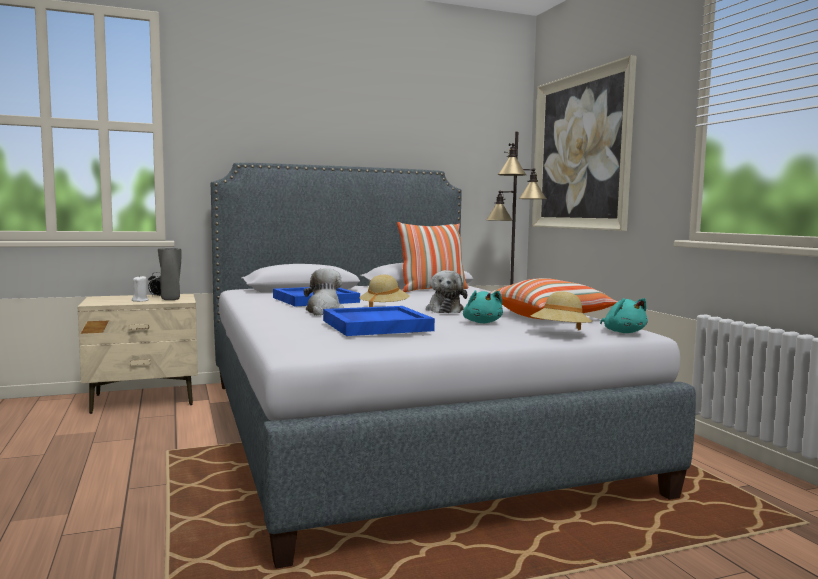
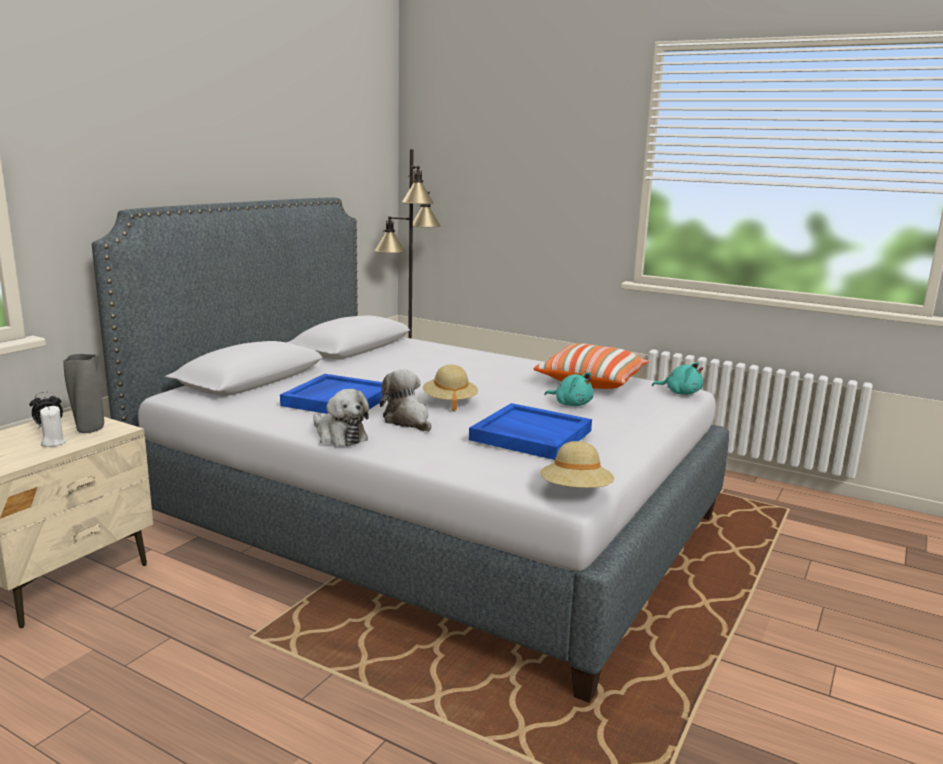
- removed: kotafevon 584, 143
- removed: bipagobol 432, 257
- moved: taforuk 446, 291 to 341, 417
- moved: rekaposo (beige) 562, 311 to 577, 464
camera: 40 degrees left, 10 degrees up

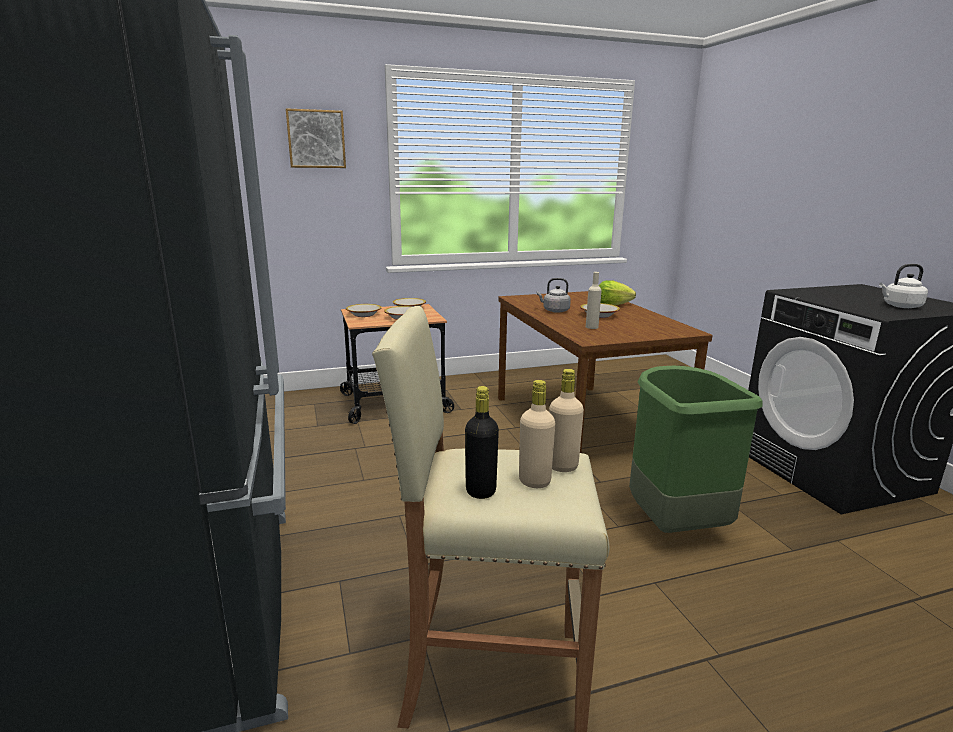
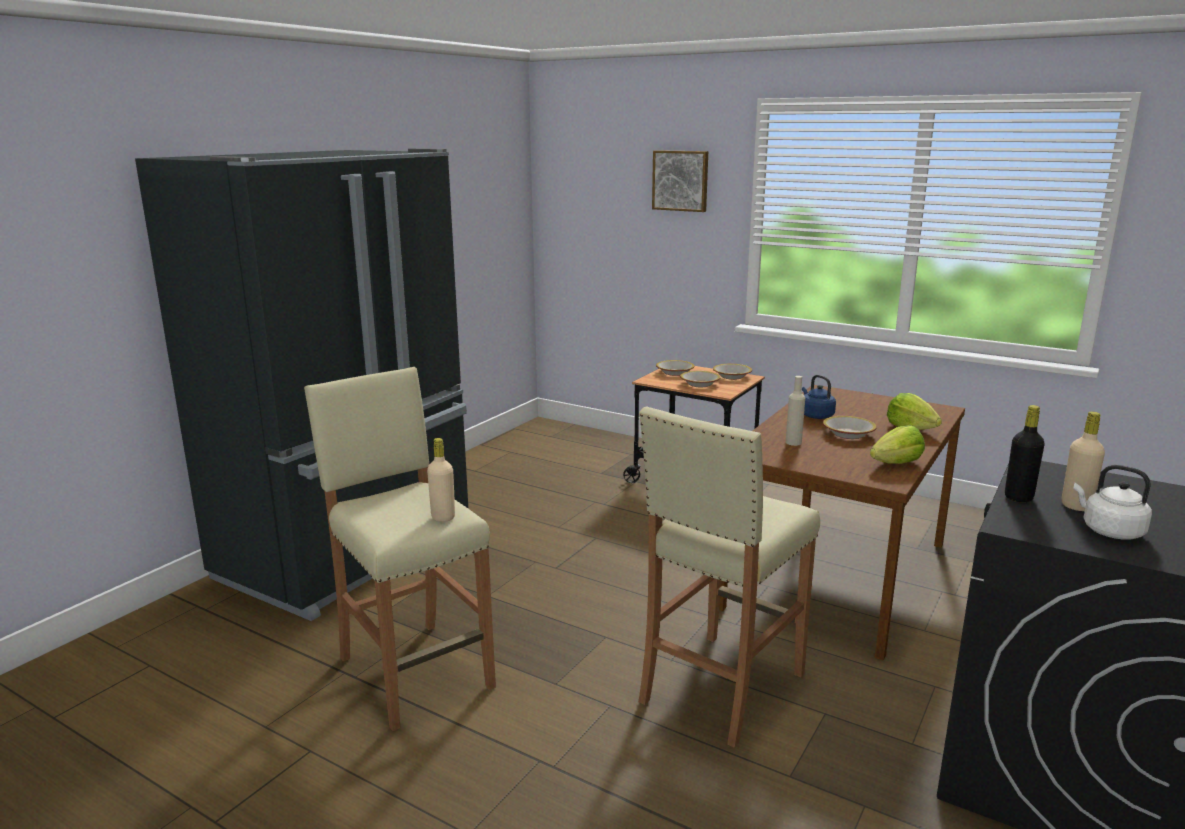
- recoloured: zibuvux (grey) 554, 295 to zibuvux (blue) 819, 397
- replaced: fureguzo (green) 696, 449 to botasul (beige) 729, 577
- moved: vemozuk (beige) 537, 434 to 1083, 461
- moved: vemozuk (black) 482, 442 to 1025, 453
- added: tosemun 897, 444
camera: 50 degrees right, 0 degrees up

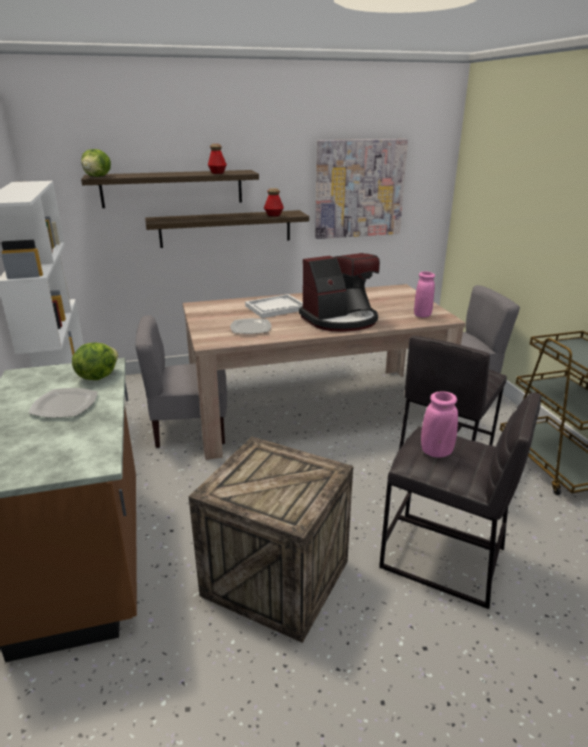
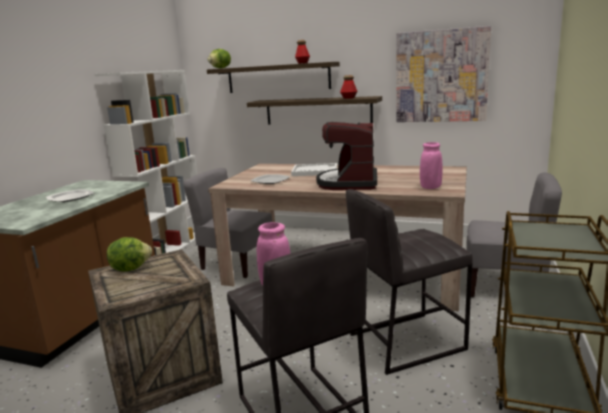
- turned: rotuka 339, 292 = 346, 156 90 degrees clockwise
- moved: tosemun 95, 361 to 129, 254
camera: 35 degrees right, 10 degrees down

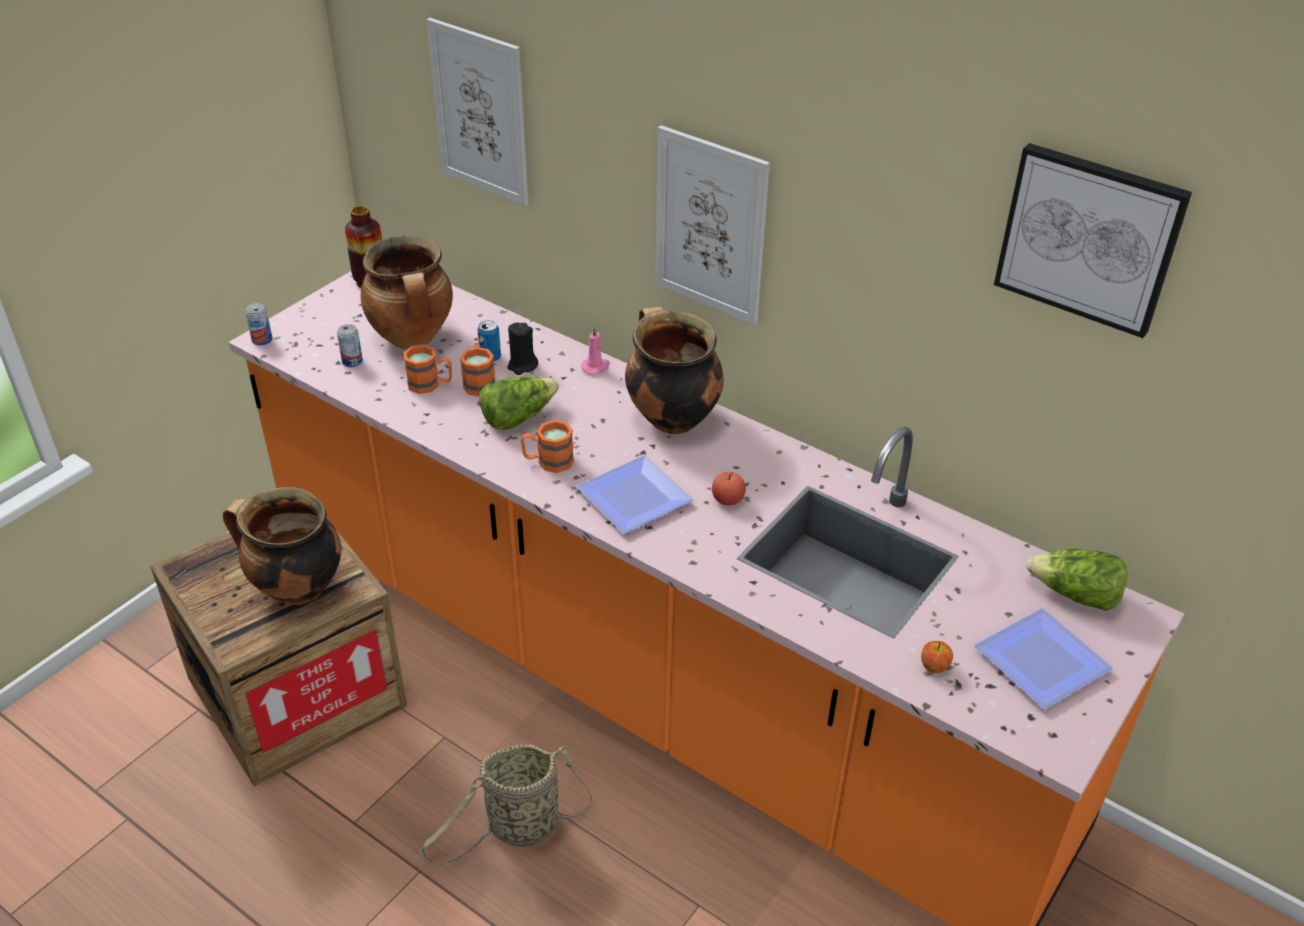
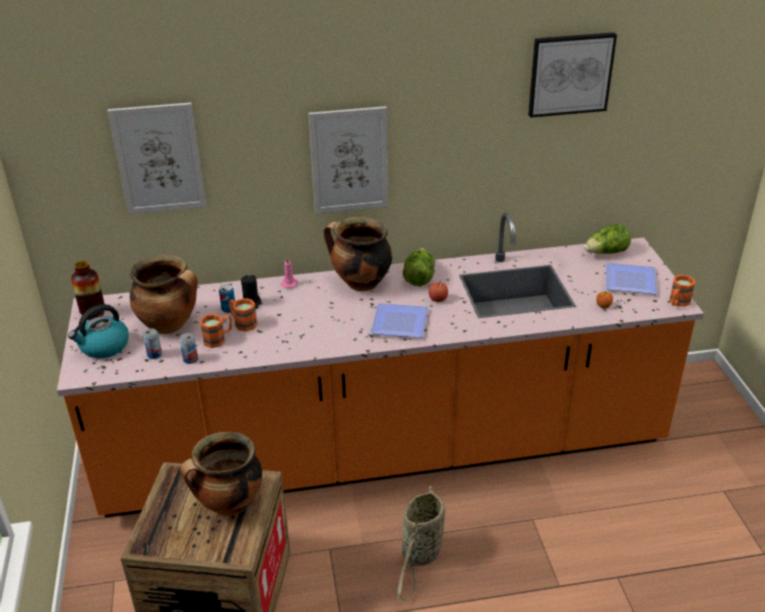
- moved: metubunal 258, 324 to 188, 348
- moved: tosemun 519, 403 to 418, 267
- moved: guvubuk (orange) 547, 446 to 682, 290
- added: zibuvux 98, 331
camera: 45 degrees left, 5 degrees down

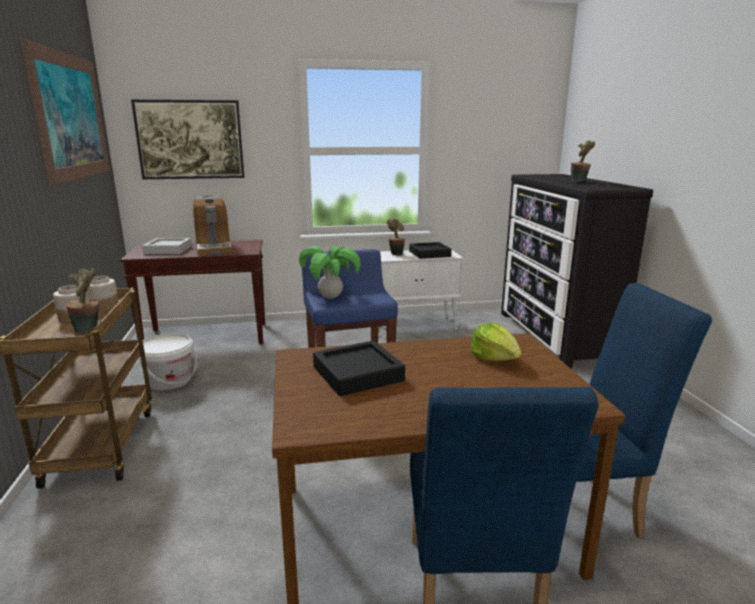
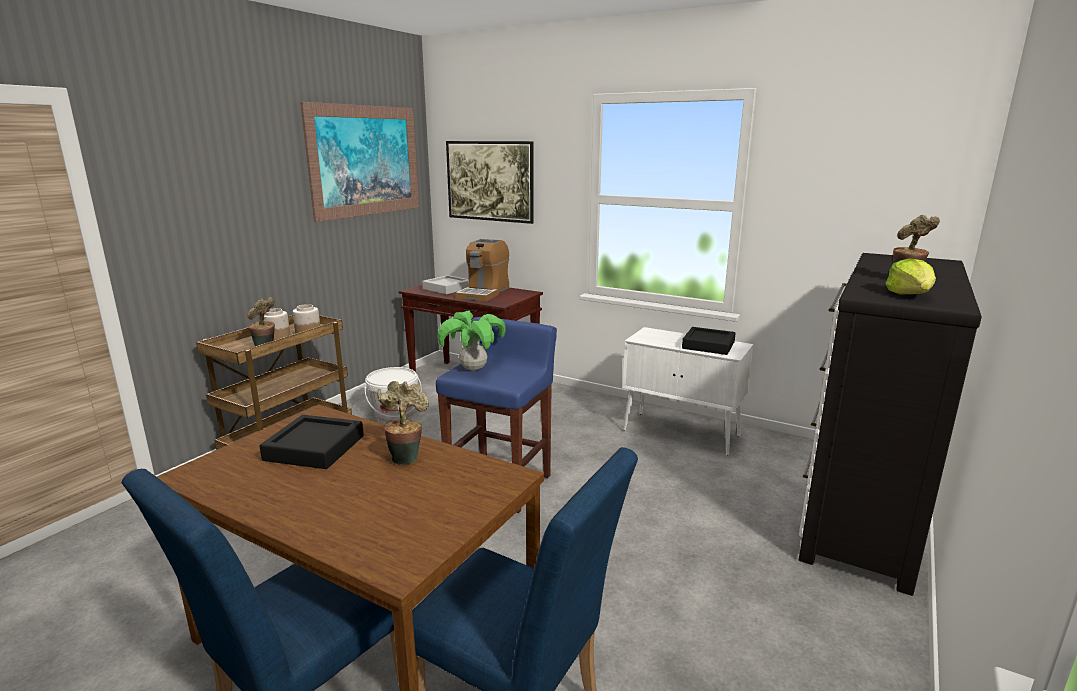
- moved: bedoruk 396, 237 to 403, 423
- moved: tosemun 496, 342 to 911, 276
camera: 40 degrees right, 0 degrees up

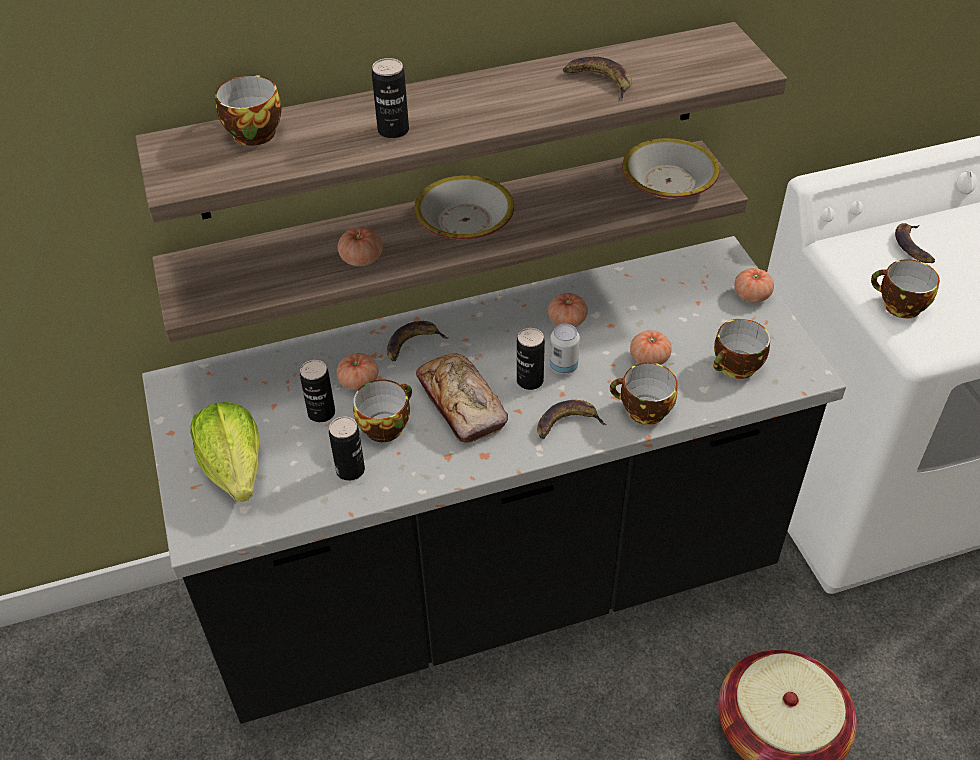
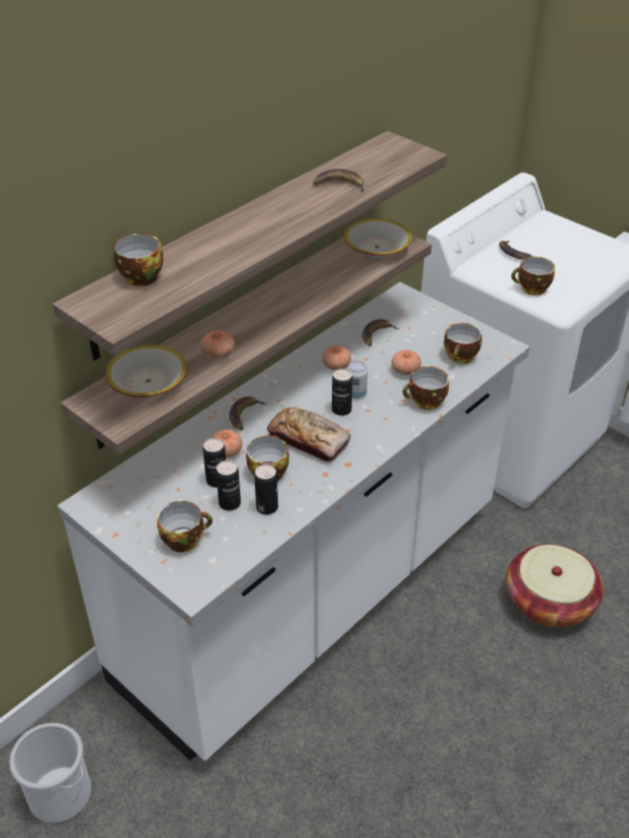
- moved: metubunal 390, 98 to 228, 485
- moved: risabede 464, 207 to 146, 371
- recoloured: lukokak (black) 494, 480 to lukokak (white) 293, 521
- removed: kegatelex 754, 285
- moved: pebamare 572, 419 to 380, 332
- replaced: tosemun 224, 452 to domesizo 185, 526
- added: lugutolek 50, 773
camera: 30 degrees left, 5 degrees down

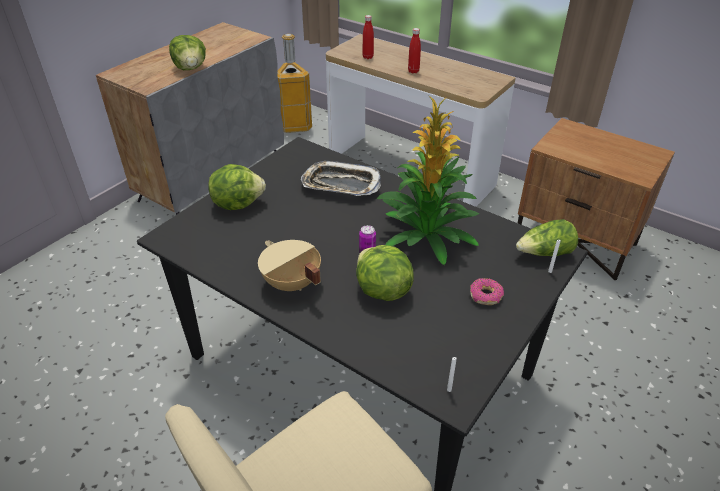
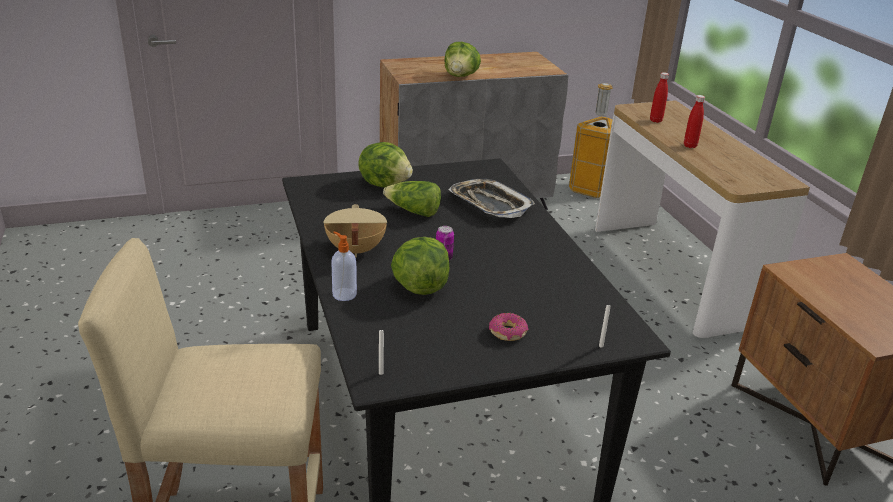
- removed: bedoruk 428, 180
- moved: tosemun 547, 237 to 412, 199
- added: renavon 344, 266
camera: 35 degrees right, 10 degrees down

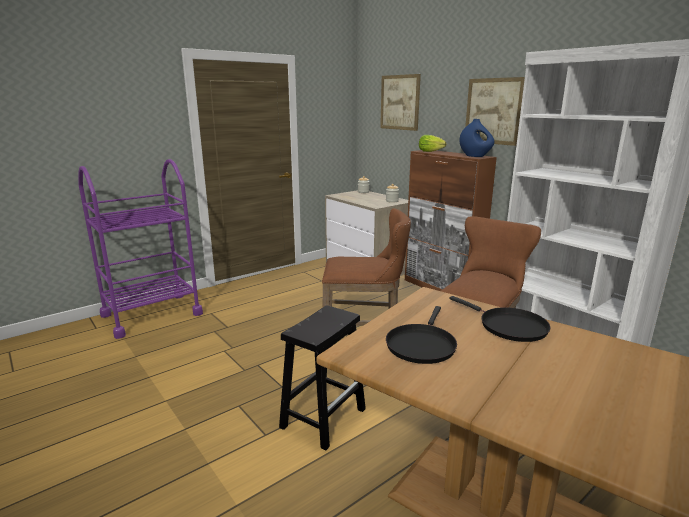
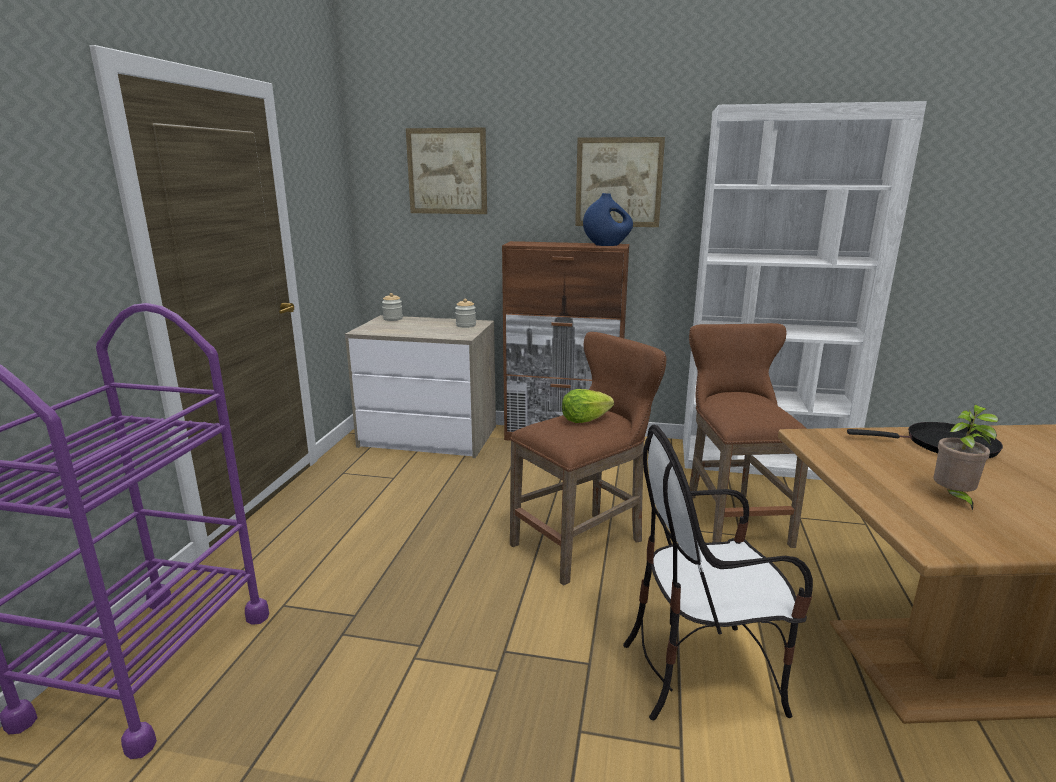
- moved: tosemun 432, 143 to 588, 406
- replaced: botasul (black) 322, 378 to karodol 718, 572
- replaced: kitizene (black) 421, 335 to bedoruk 966, 458
camera: 40 degrees left, 0 degrees up

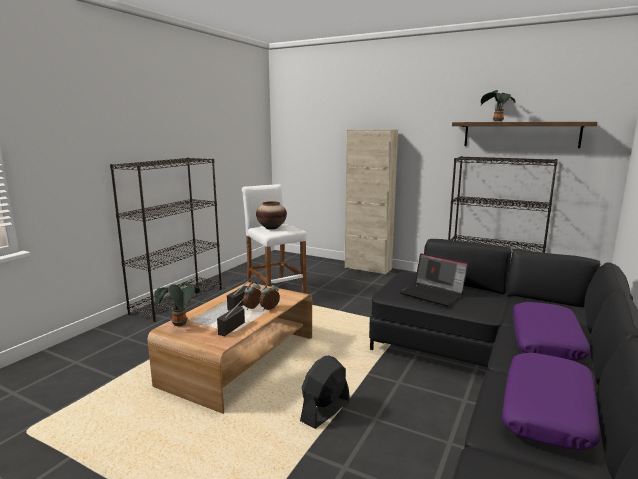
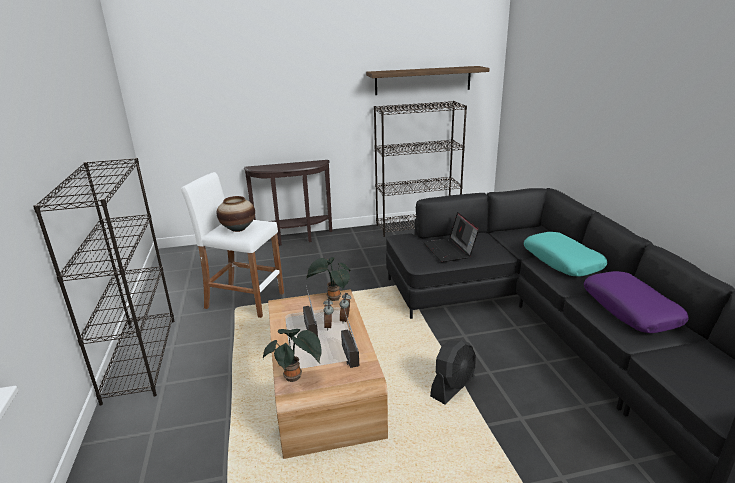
- moved: bedoruk 498, 106 to 329, 279
- replaced: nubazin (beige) 371, 202 to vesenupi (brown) 287, 203
- turned: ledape 434, 279 = 451, 237 75 degrees clockwise
- recoloured: bipagobol (purple) 552, 331 to bipagobol (turquoise) 565, 254
- turned: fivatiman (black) 325, 392 = 453, 372 135 degrees counterclockwise
camera: 40 degrees left, 10 degrees up

